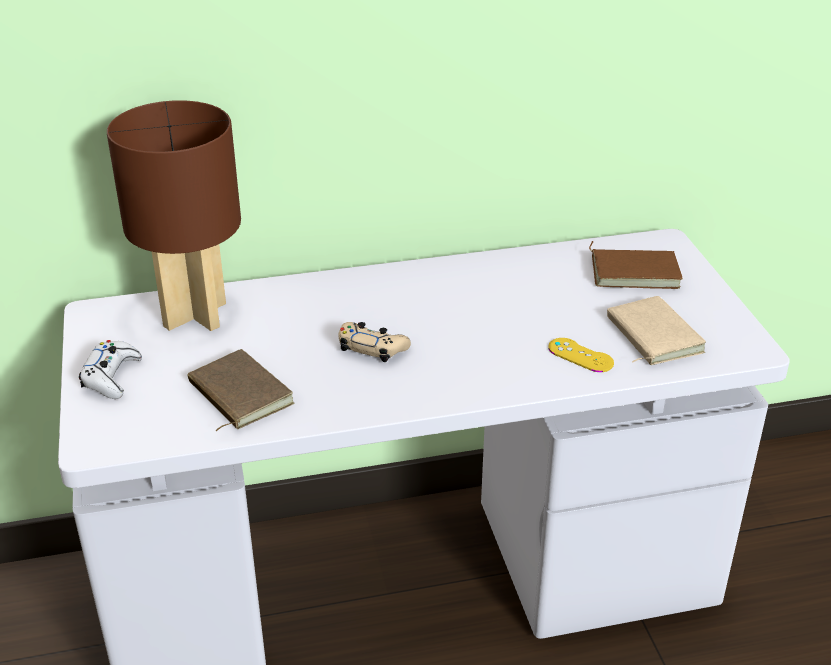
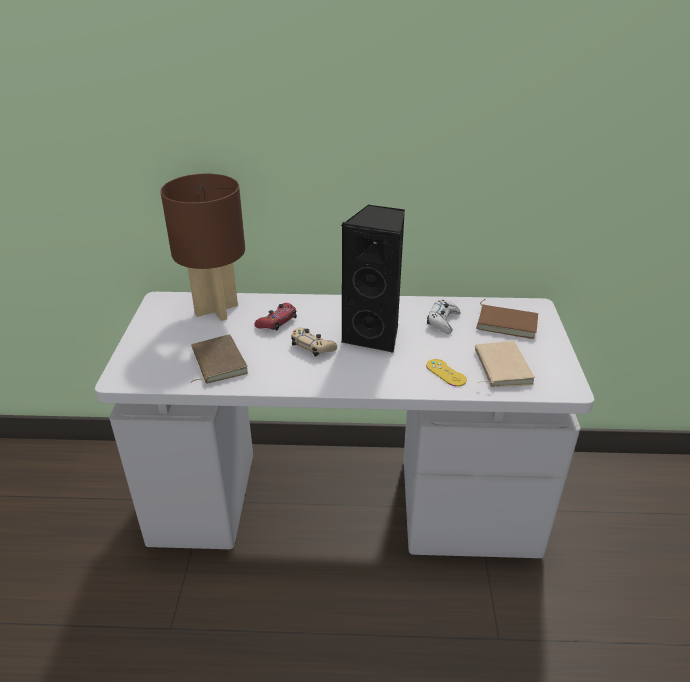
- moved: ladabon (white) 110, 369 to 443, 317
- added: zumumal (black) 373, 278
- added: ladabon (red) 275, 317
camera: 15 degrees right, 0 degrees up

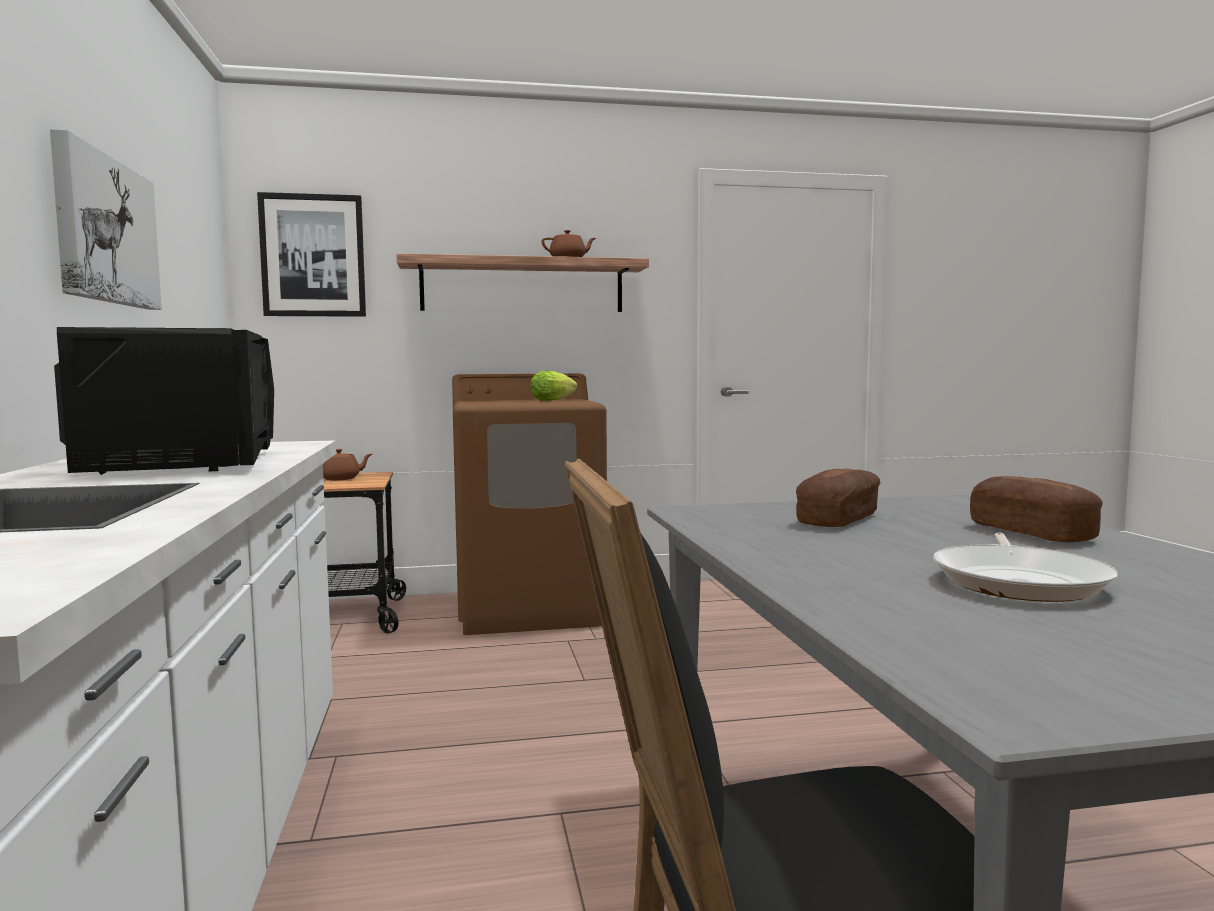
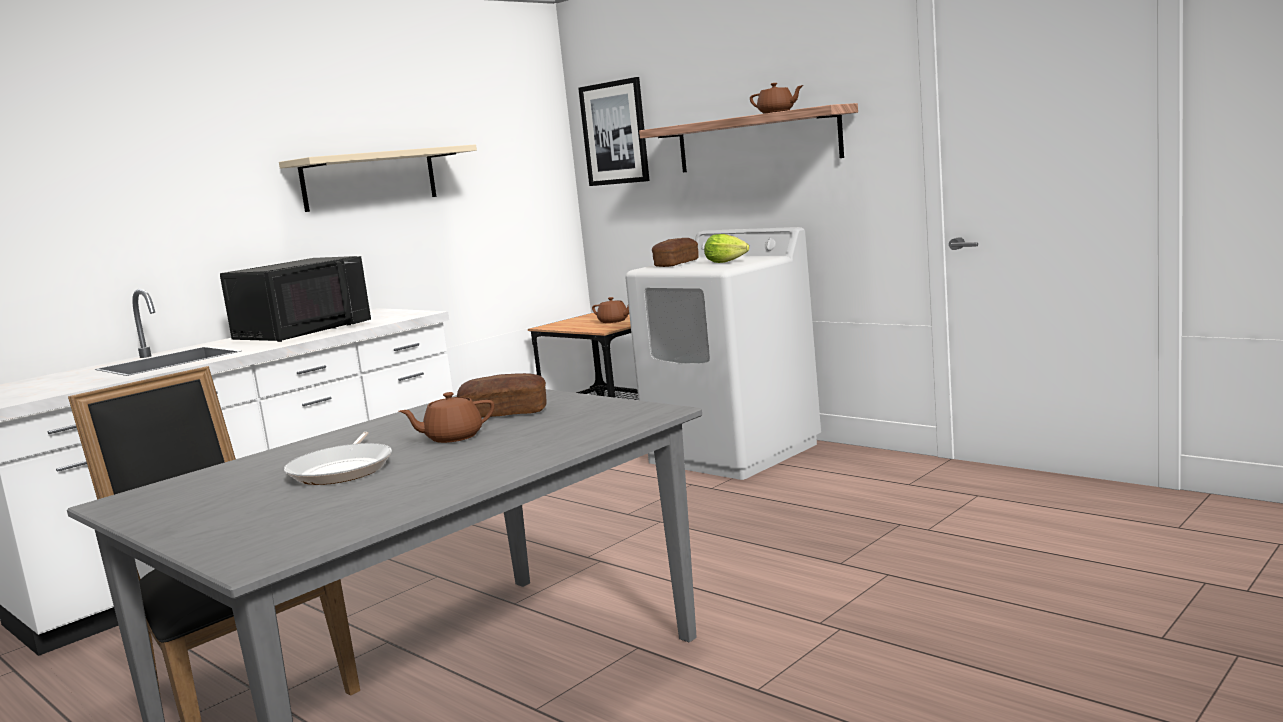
- replaced: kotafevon 106, 219 to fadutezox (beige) 378, 178
- recoloured: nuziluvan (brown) 529, 504 to nuziluvan (white) 723, 353
- moved: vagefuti 1036, 509 to 675, 252
- turned: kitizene 1025, 567 = 338, 458 75 degrees counterclockwise
- added: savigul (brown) 446, 417
camera: 55 degrees right, 5 degrees up

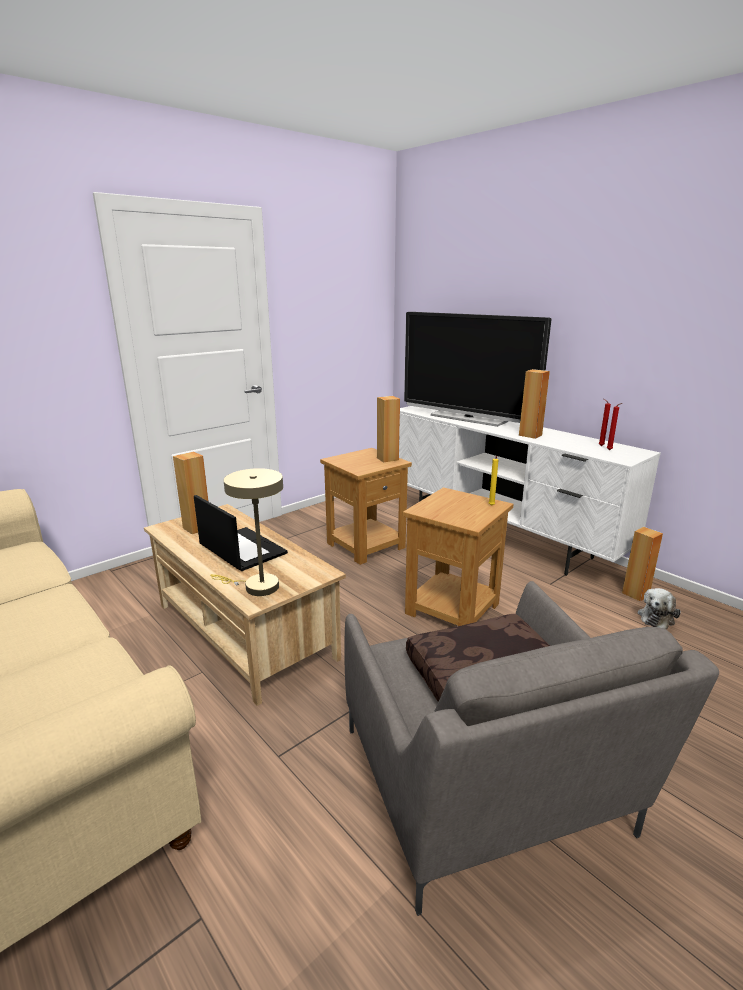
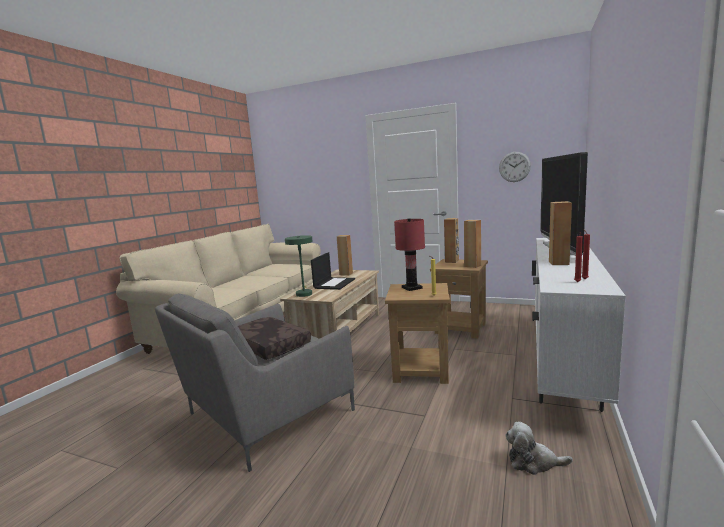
- recoloured: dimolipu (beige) 246, 532 to dimolipu (green) 299, 266
- moved: zumumal (brown) 642, 564 to 451, 240
- added: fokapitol 515, 167
- added: dimolipu (red) 409, 255
camera: 65 degrees right, 10 degrees down

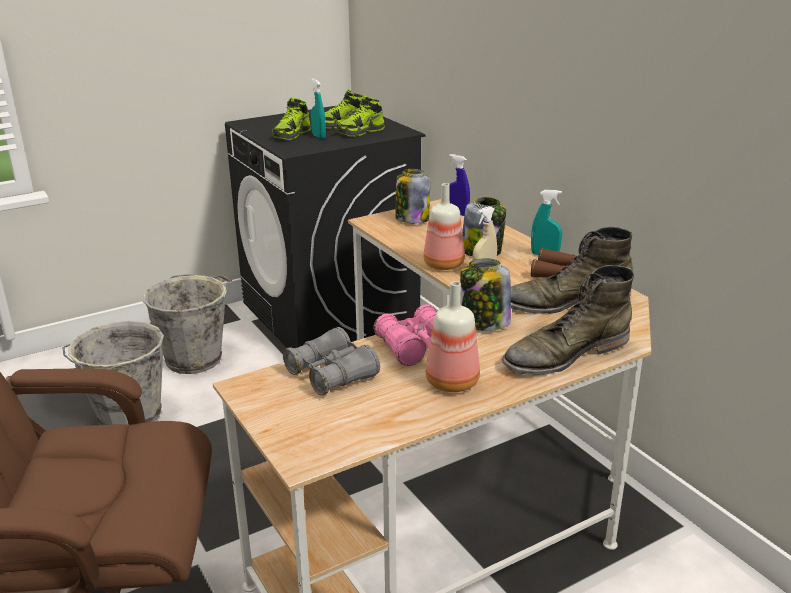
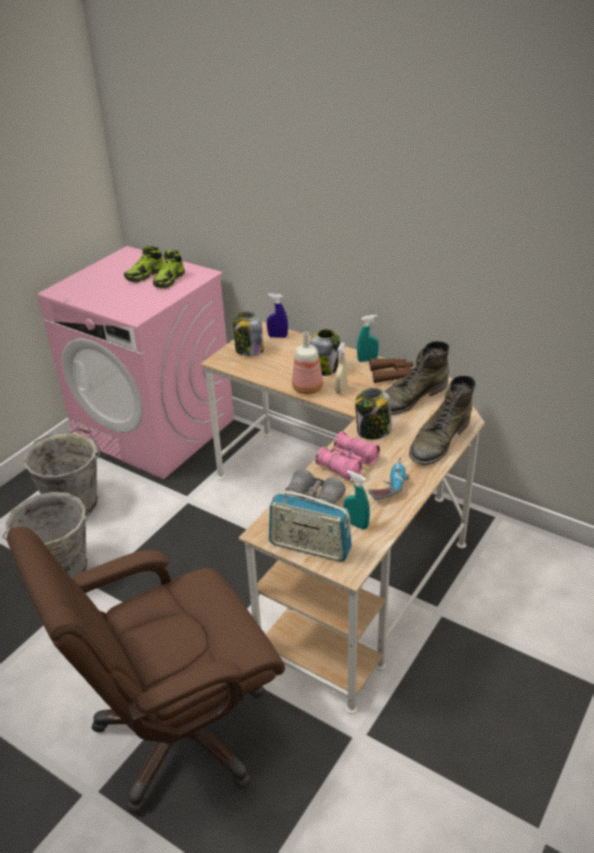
- moved: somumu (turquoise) 318, 109 to 357, 500
- removed: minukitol 291, 119
- recoloured: nuziluvan (black) 325, 227 to nuziluvan (pink) 136, 362
- replaced: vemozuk 453, 336 to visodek 388, 479
- added: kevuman 310, 526
camera: 25 degrees left, 10 degrees up

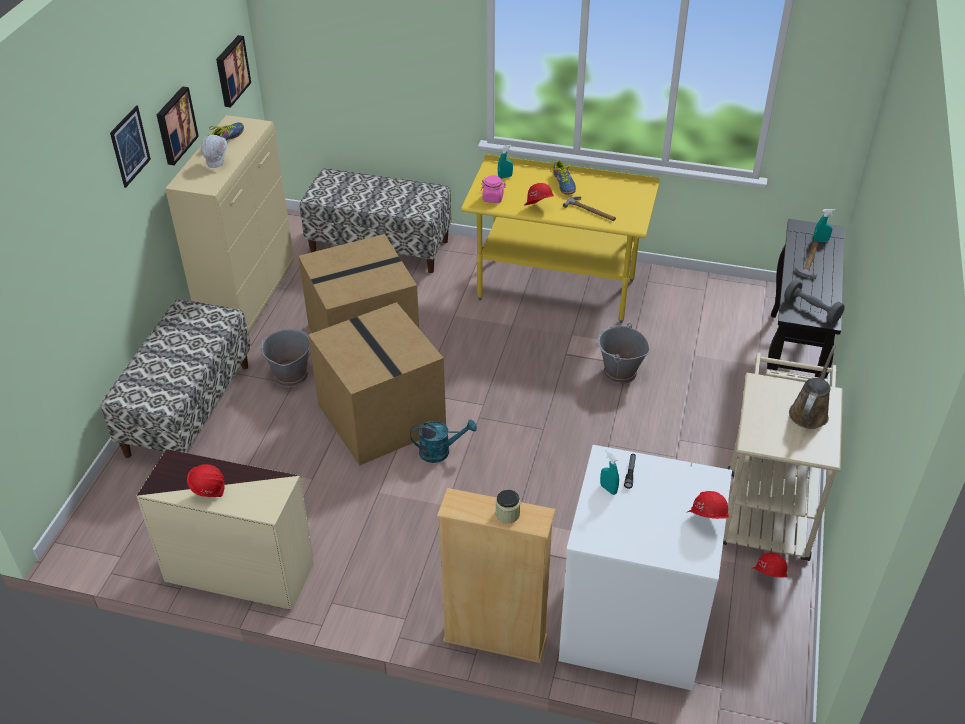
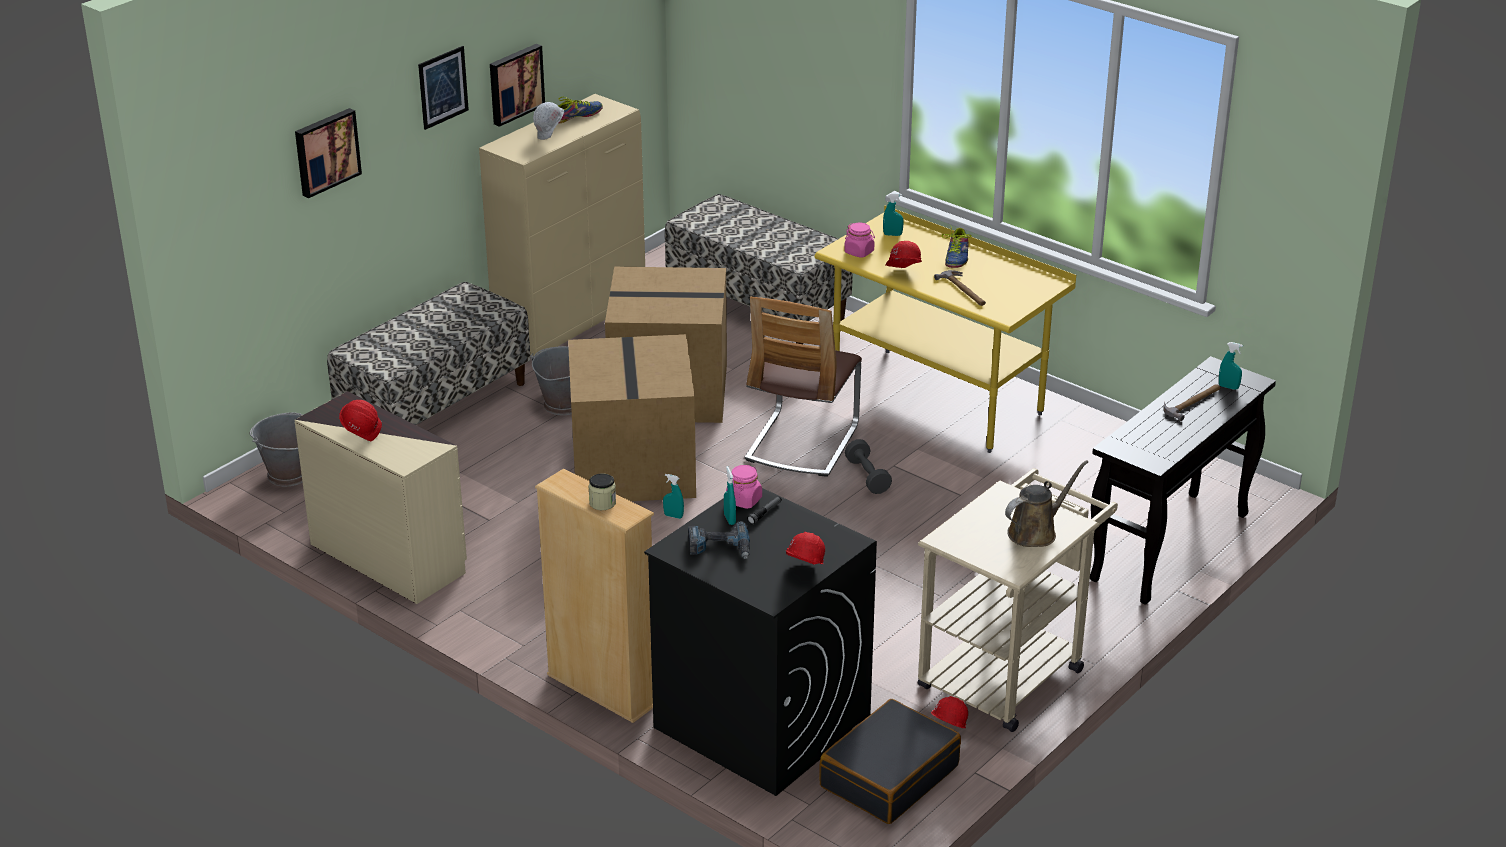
- moved: kotafevon 233, 71 to 328, 153
- moved: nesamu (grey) 814, 302 to 868, 466
- moved: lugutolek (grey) 623, 353 to 276, 449
- replaced: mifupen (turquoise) 443, 441 to somumu (turquoise) 673, 496
- recoloured: nuziluvan (white) 645, 568 to nuziluvan (black) 760, 642
- added: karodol 803, 387
- added: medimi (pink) 744, 487
- added: visodek 719, 540
- added: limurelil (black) 890, 761
camera: 25 degrees right, 10 degrees down

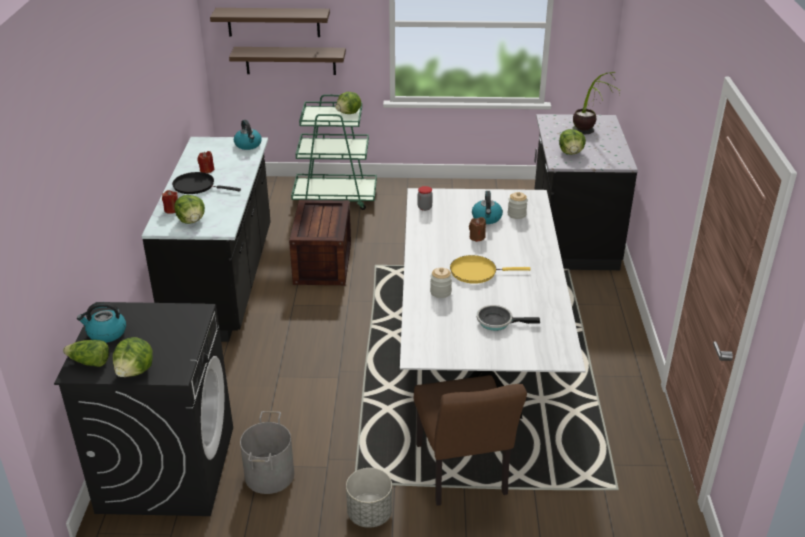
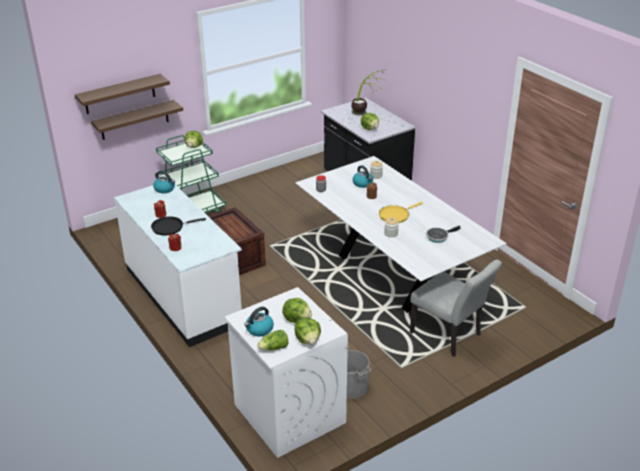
- recoloured: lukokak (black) 206, 239 to lukokak (white) 178, 266
- moved: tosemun 189, 209 to 297, 310
- recoloured: nuziluvan (black) 143, 409 to nuziluvan (white) 286, 372
- recoloured: karodol (brown) 470, 440 to karodol (grey) 456, 308
- removed: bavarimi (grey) 369, 498
camera: 35 degrees left, 0 degrees up

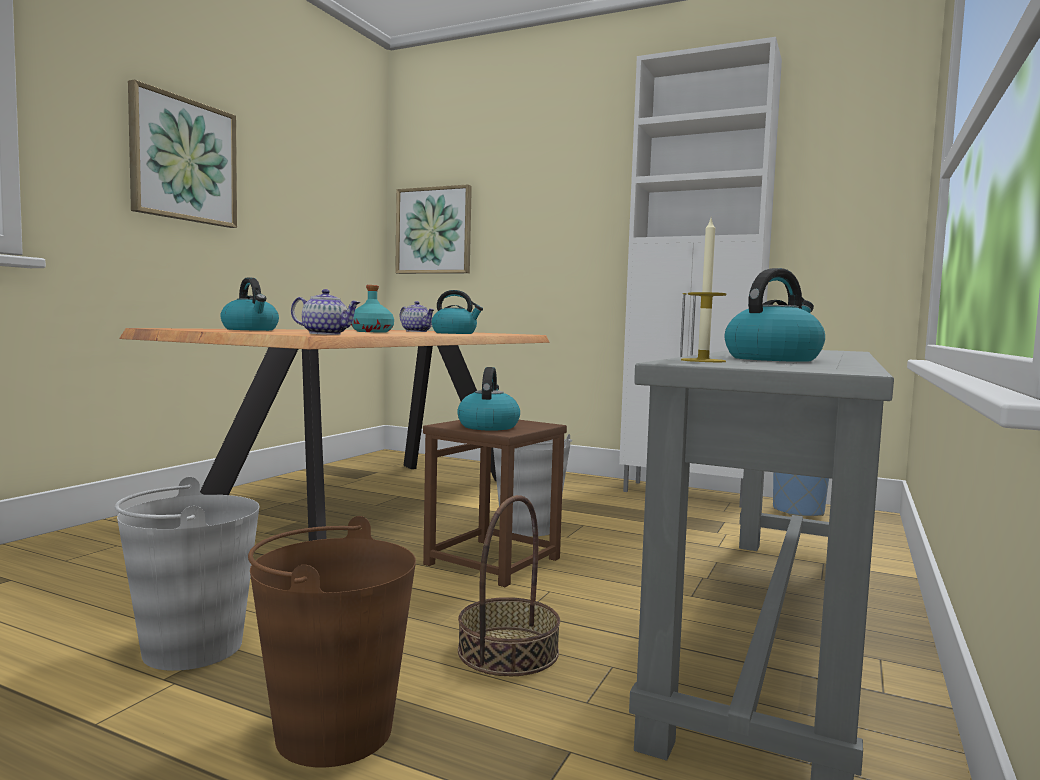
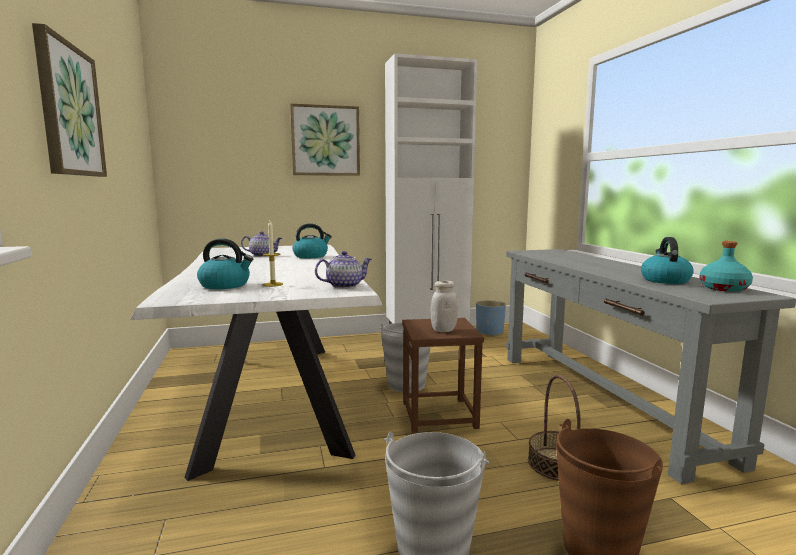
- moved: kotafevon 433, 229 to 325, 139
- moved: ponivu 703, 290 to 273, 254
- moved: vemozuk (turquoise) 372, 309 to 726, 266
- recoloured: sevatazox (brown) 334, 434 to sevatazox (white) 256, 363
- replaced: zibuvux 488, 399 to medimi (white) 444, 306
camera: 40 degrees left, 5 degrees up

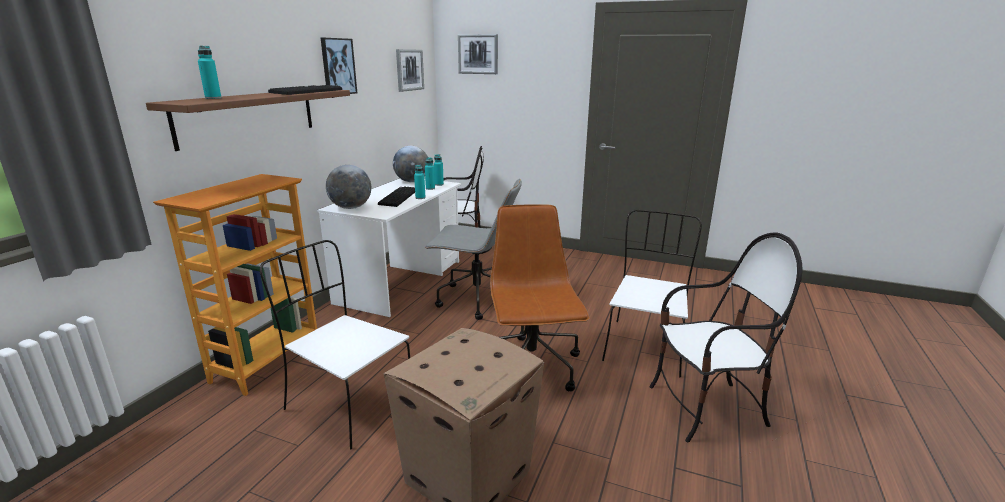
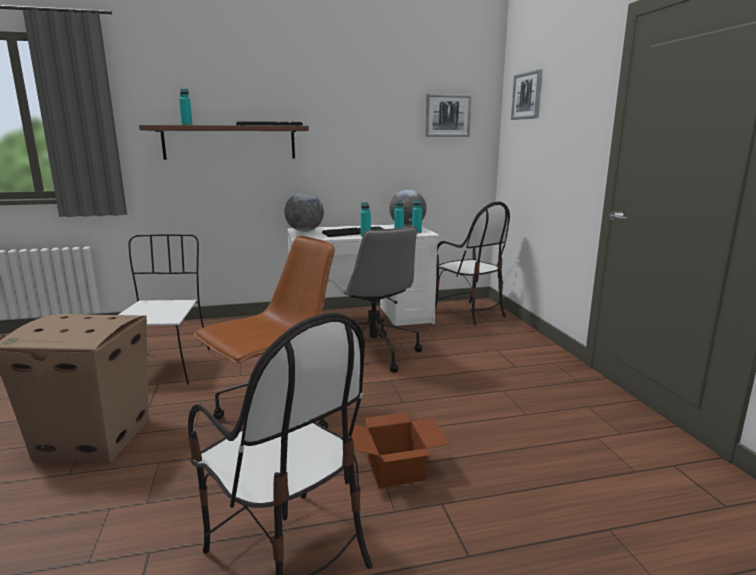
- removed: kotafevon 339, 66
- removed: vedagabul 235, 285
- replaced: karodol (white) 652, 293 to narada 399, 450
camera: 55 degrees right, 5 degrees down

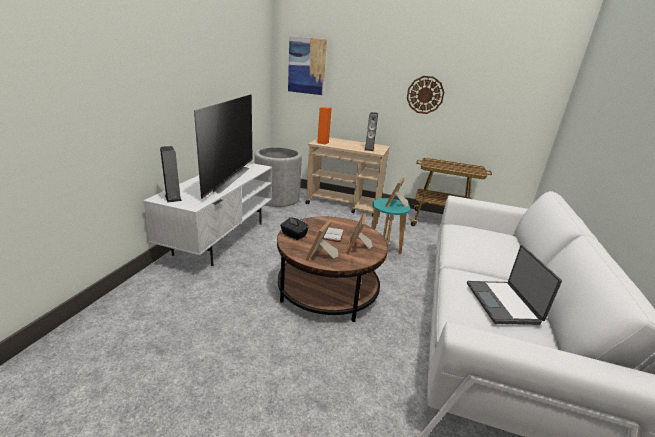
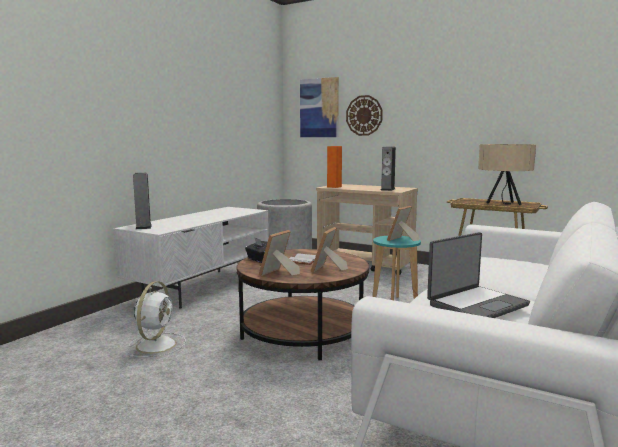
- moved: fokapitol 425, 95 to 364, 115
- removed: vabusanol 223, 146
- turned: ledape 514, 285 = 478, 275 135 degrees counterclockwise
- added: dimolipu (beige) 507, 174
- added: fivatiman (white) 157, 319
camera: 15 degrees right, 15 degrees down

